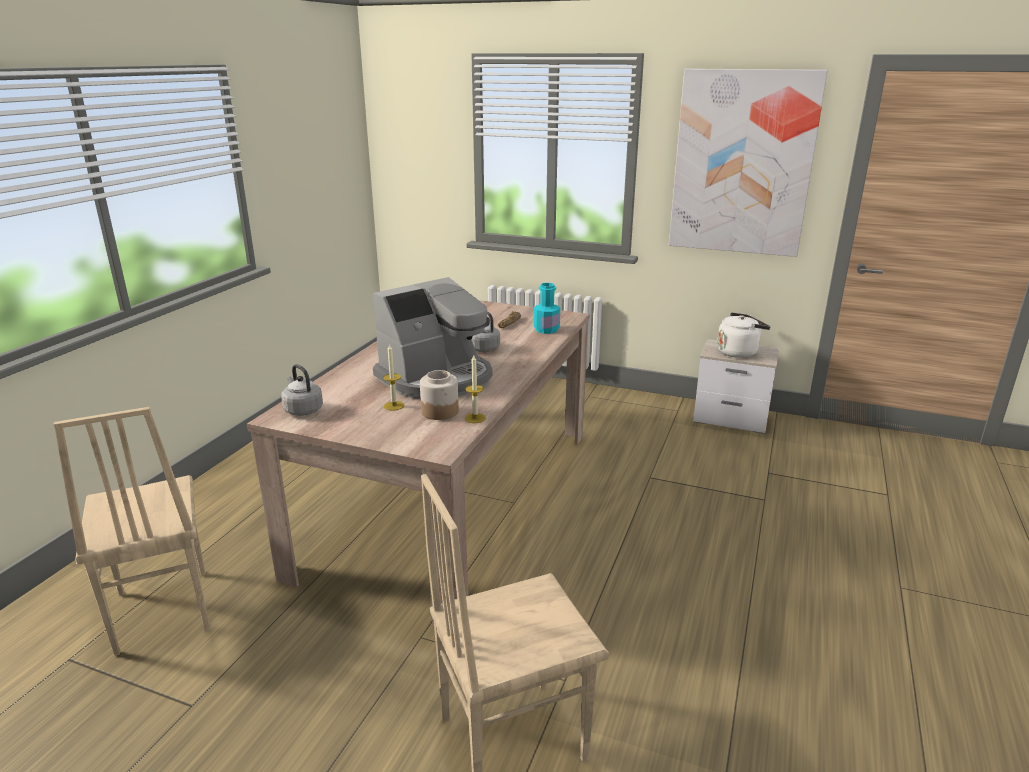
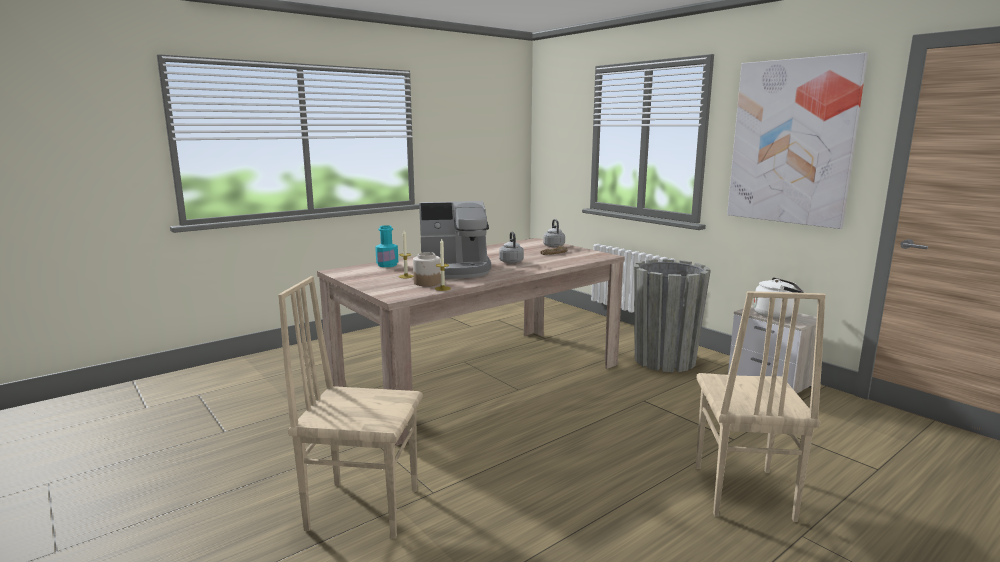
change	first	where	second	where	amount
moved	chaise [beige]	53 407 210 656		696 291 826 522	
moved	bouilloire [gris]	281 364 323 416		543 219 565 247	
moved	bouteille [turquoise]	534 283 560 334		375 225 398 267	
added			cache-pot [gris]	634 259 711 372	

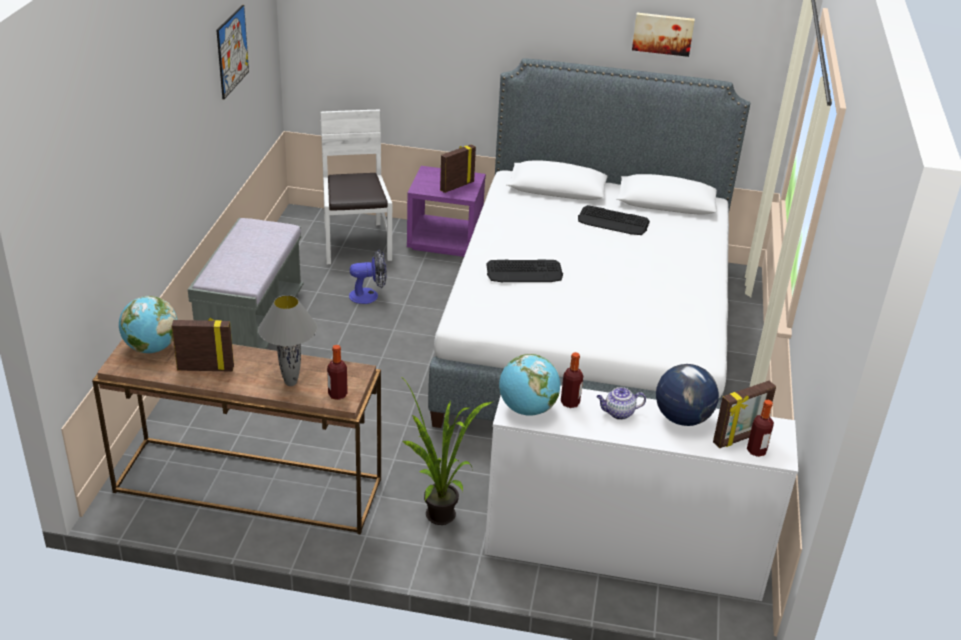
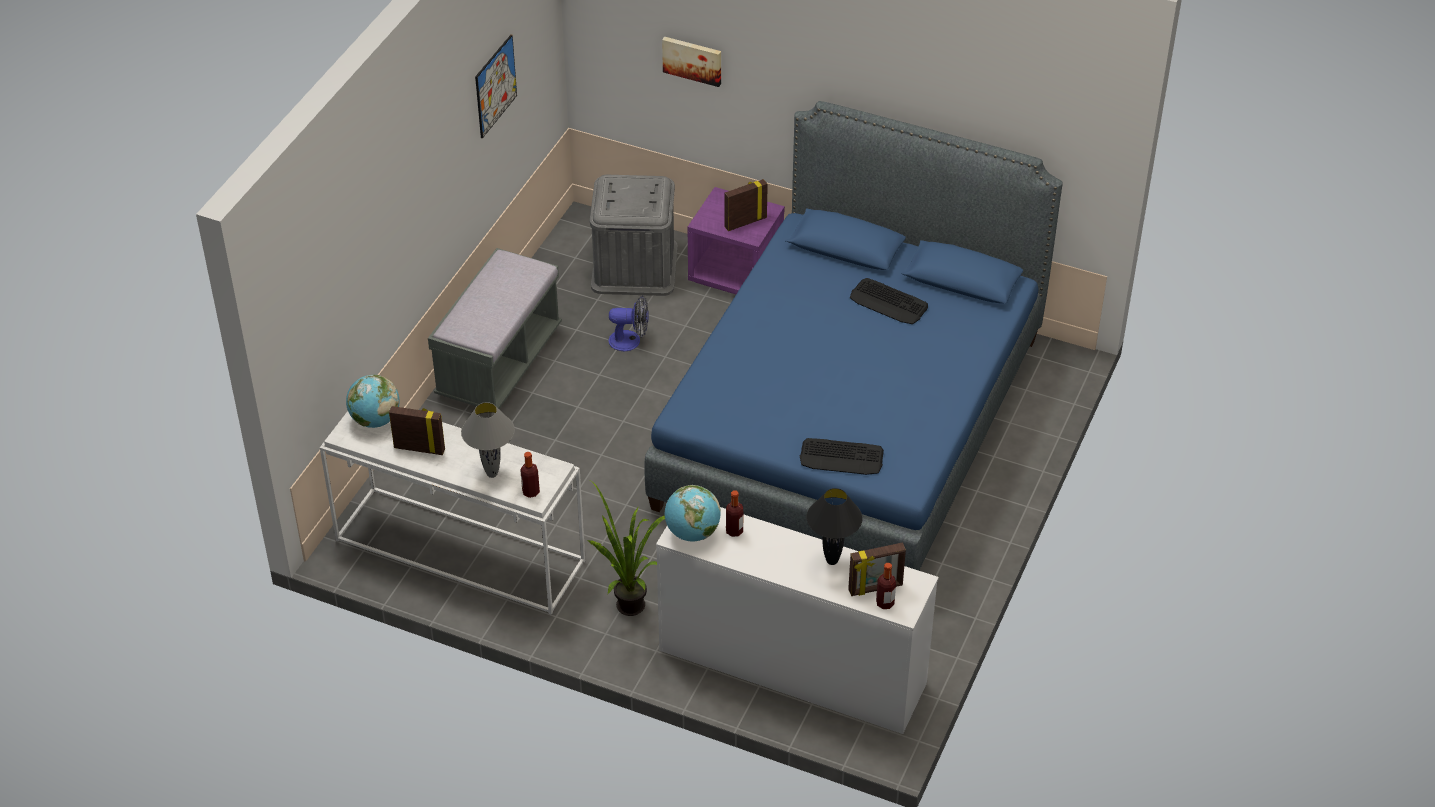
change	first	where	second	where	amount
recoloured	table console [marron]	92 339 381 535	table console [blanc]	320 411 585 615	
replaced	chaise [blanc]	321 110 392 264	boîte de rangement [gris]	590 175 678 296	
recoloured	lit [blanc]	428 58 750 428	lit [bleu]	644 101 1063 571	
moved	clavier	486 259 563 283		800 438 884 475	
removed	théière	596 387 646 420			
moved	tableau	632 13 695 57		662 37 721 87	
replaced	globe	656 364 719 426	lampe de table [noir]	807 488 862 565	

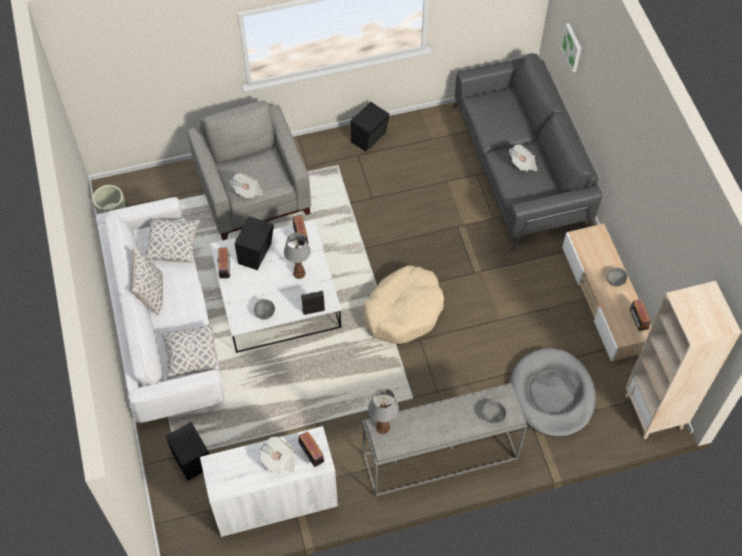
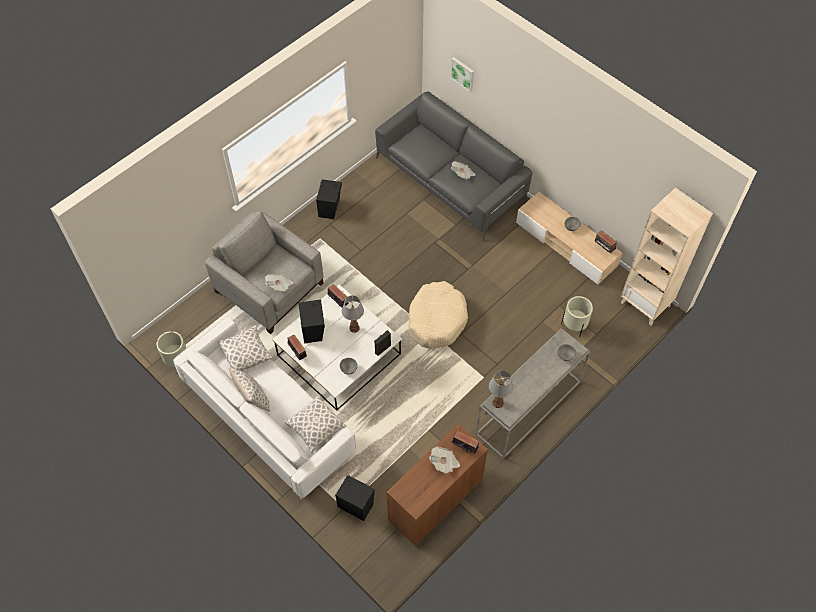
change	first	where	second	where	amount
recoloured	meuble de rangement [blanc]	200 426 338 537	meuble de rangement [marron]	387 423 488 547	
replaced	panier pour chien [gris]	510 348 596 437	cache-pot [beige]	561 296 593 338	

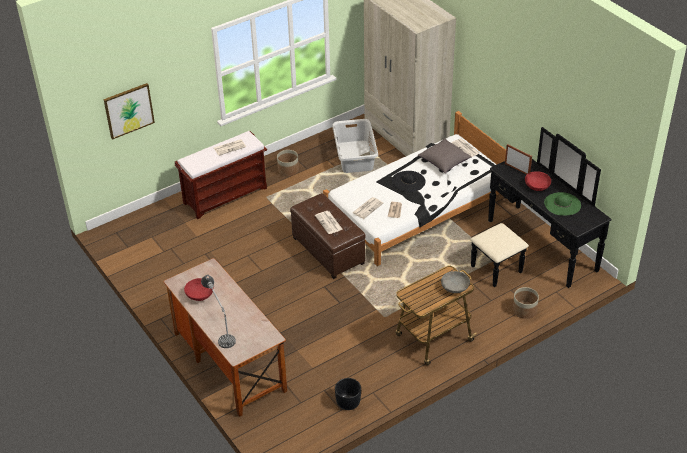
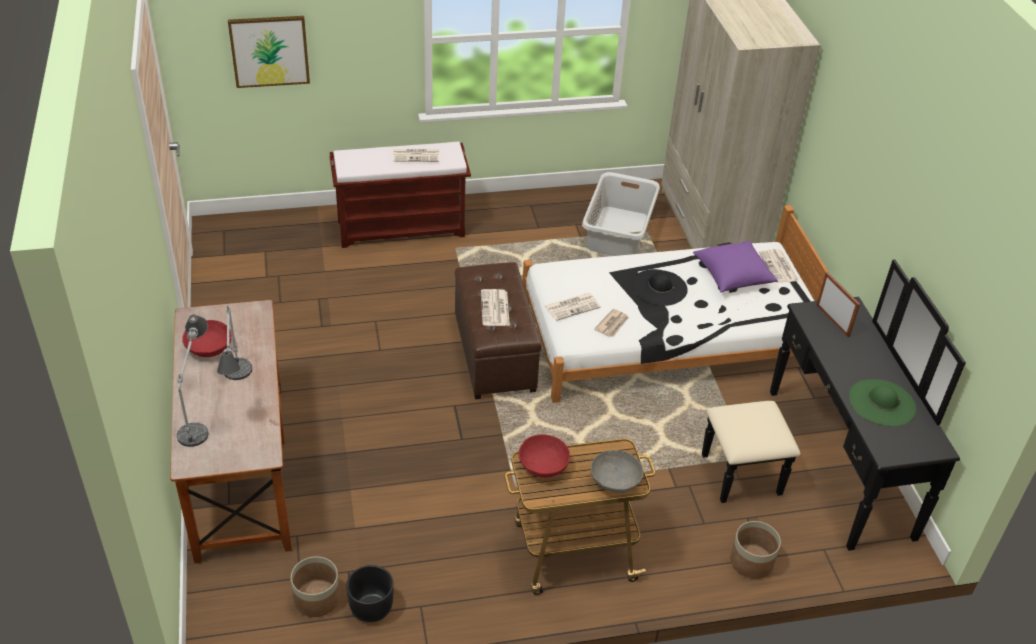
change	first	where	second	where	amount
moved	cache-pot	277 150 299 176		291 556 340 617	
recoloured	coussin [gris]	418 139 471 173	coussin [violet]	693 241 778 292	
moved	bol [rouge]	525 171 551 191		518 434 570 478	
added			lampe de table	217 305 252 380	

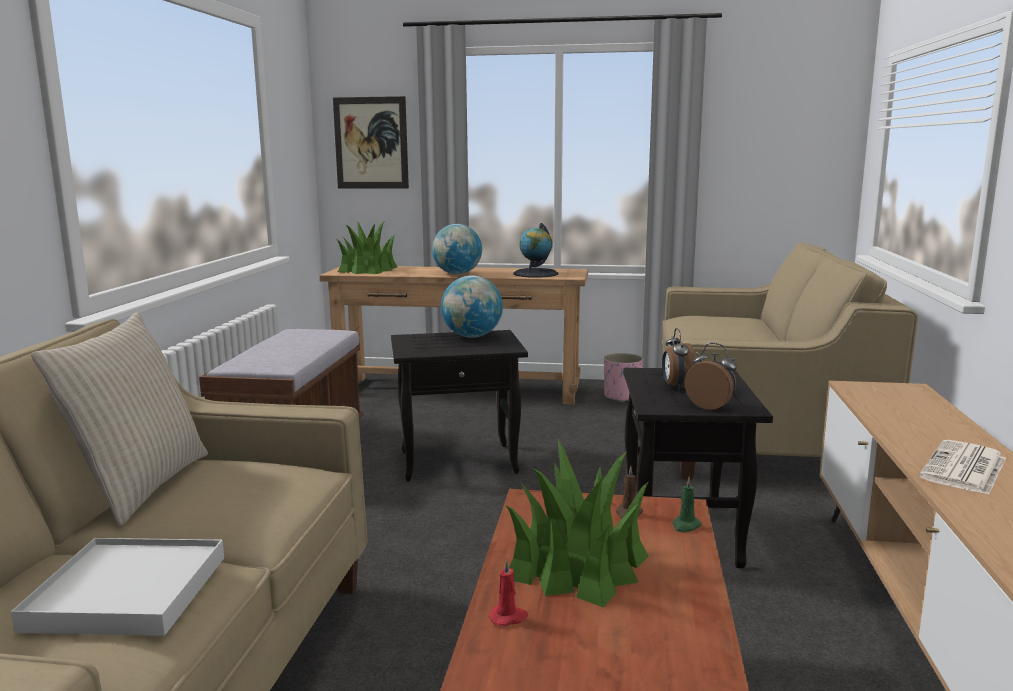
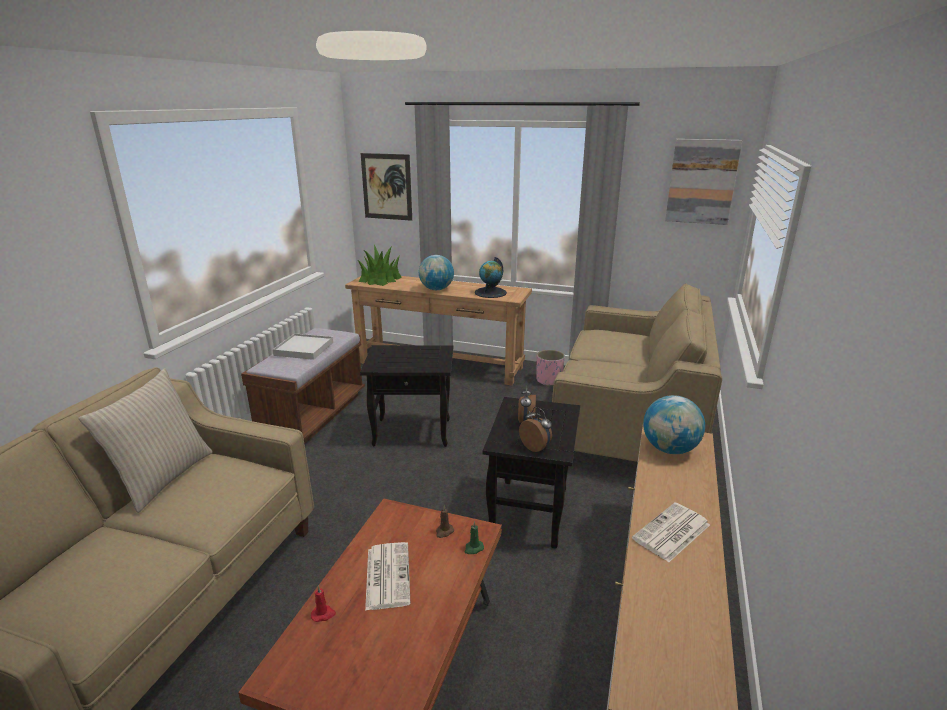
change	first	where	second	where	amount
moved	plateau [blanc]	10 538 224 636		272 333 333 360	
moved	globe	441 275 503 338		643 395 705 454	
replaced	plante en pot	505 440 649 607	journal	365 542 411 611	
added			tableau	665 139 742 225	

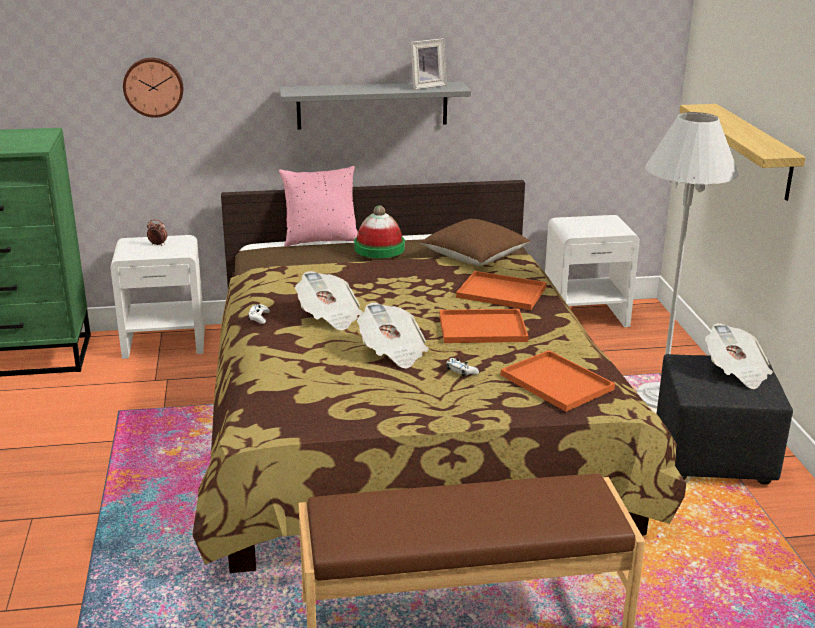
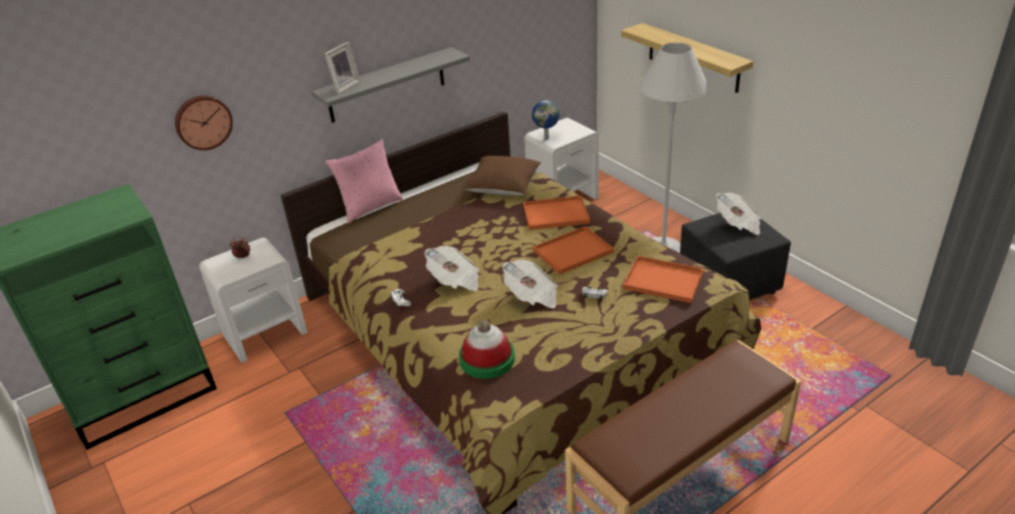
change	first	where	second	where	amount
moved	chapeau	354 205 405 258		459 320 515 379	
moved	cadre photo	411 38 447 90		324 42 360 94	
added			globe	532 100 560 140	

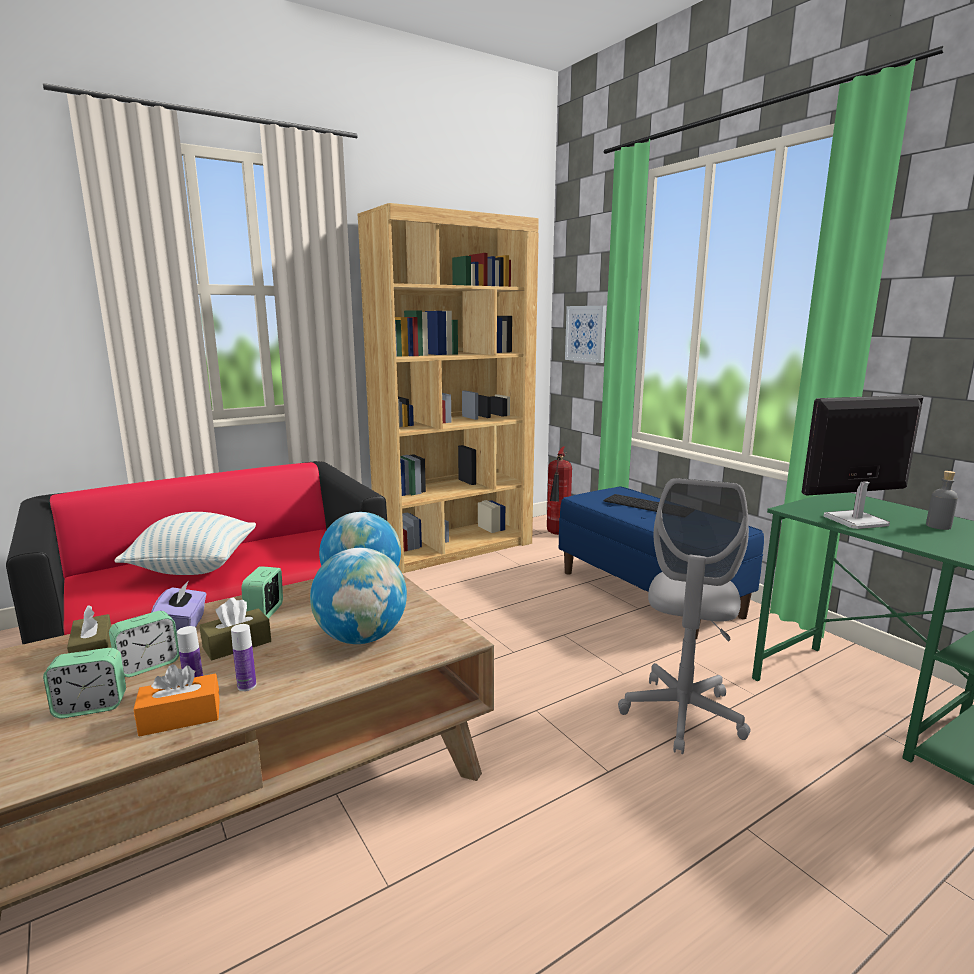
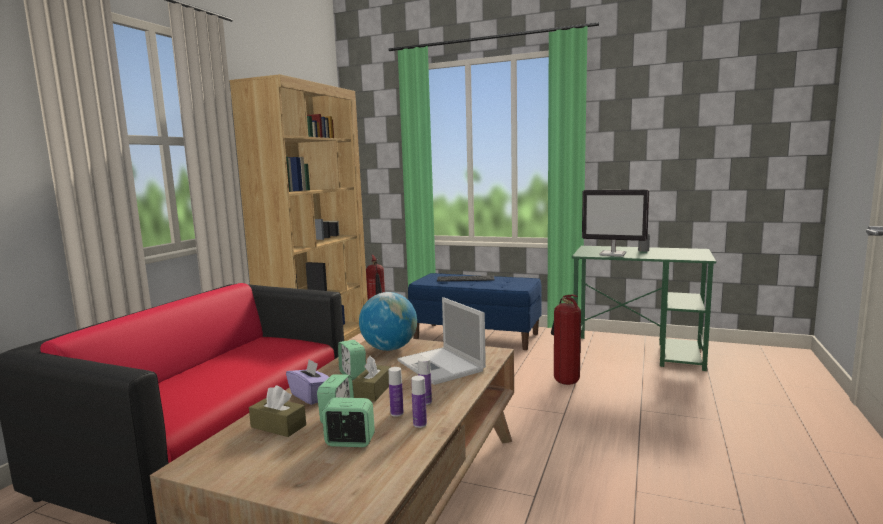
change	first	where	second	where	amount
turned	réveil	43 648 126 718		322 397 375 447	120 degrees counterclockwise
removed	coussin	115 512 256 575			
replaced	boîte à mouchoirs [orange]	134 664 220 737	bouteille	411 375 427 428	
replaced	globe	310 548 407 644	ordinateur portable	397 297 486 385	
removed	tableau	565 306 606 363			
replaced	chaise de bureau [gris]	618 478 751 754	extincteur	551 294 581 385	
turned	écran d'ordinateur	802 395 923 529		582 190 649 257	105 degrees counterclockwise

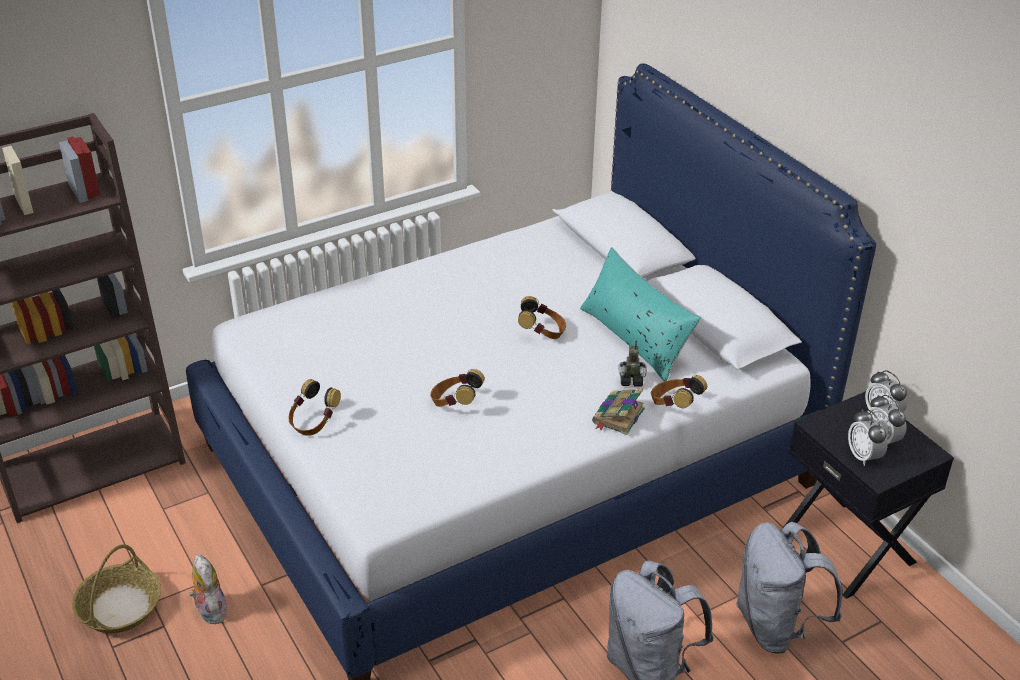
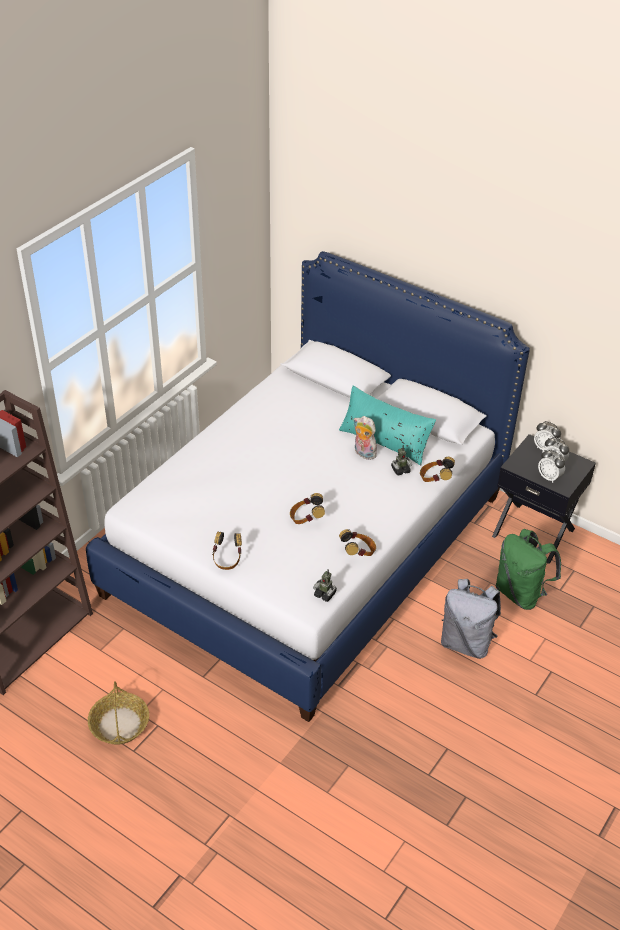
change	first	where	second	where	amount
moved	peluche	189 554 228 624		354 416 377 460	
moved	casque audio	518 296 566 339		339 529 376 556	
removed	livre	592 389 645 435			
recoloured	sac à dos [gris]	736 522 843 654	sac à dos [vert]	495 529 561 610	
added			robot jouet	313 569 337 602	

